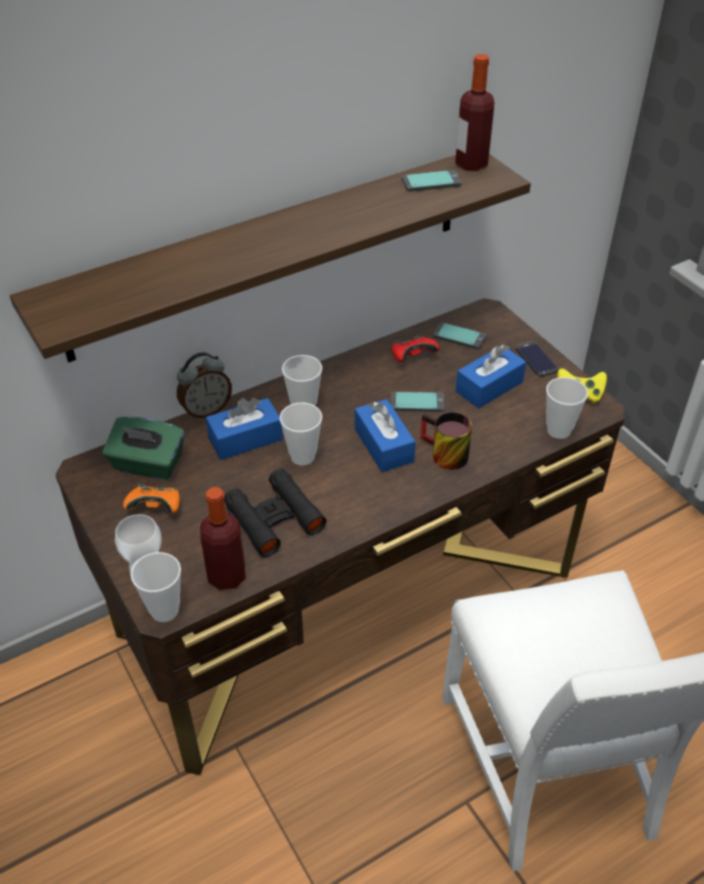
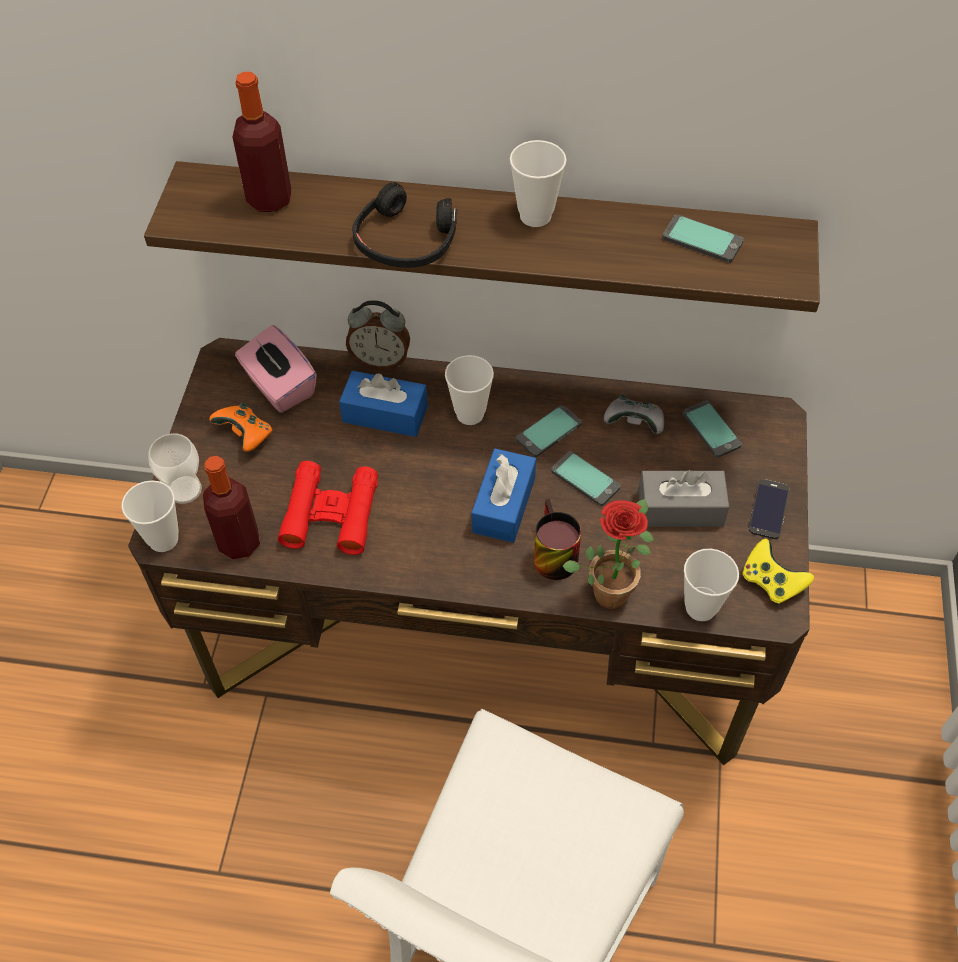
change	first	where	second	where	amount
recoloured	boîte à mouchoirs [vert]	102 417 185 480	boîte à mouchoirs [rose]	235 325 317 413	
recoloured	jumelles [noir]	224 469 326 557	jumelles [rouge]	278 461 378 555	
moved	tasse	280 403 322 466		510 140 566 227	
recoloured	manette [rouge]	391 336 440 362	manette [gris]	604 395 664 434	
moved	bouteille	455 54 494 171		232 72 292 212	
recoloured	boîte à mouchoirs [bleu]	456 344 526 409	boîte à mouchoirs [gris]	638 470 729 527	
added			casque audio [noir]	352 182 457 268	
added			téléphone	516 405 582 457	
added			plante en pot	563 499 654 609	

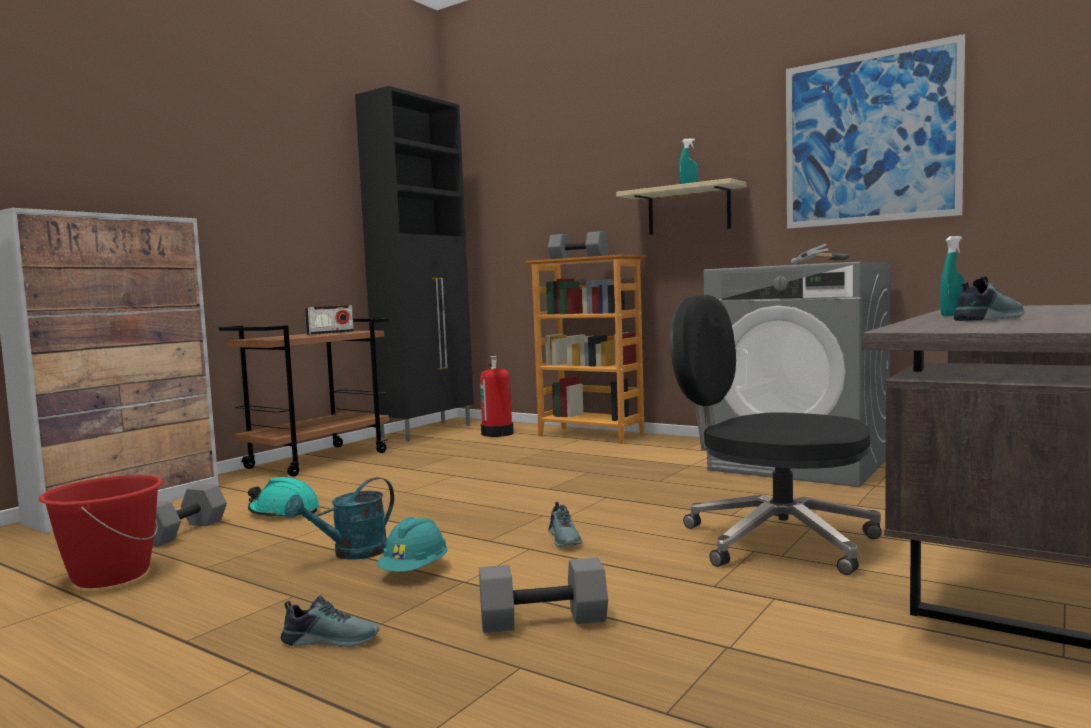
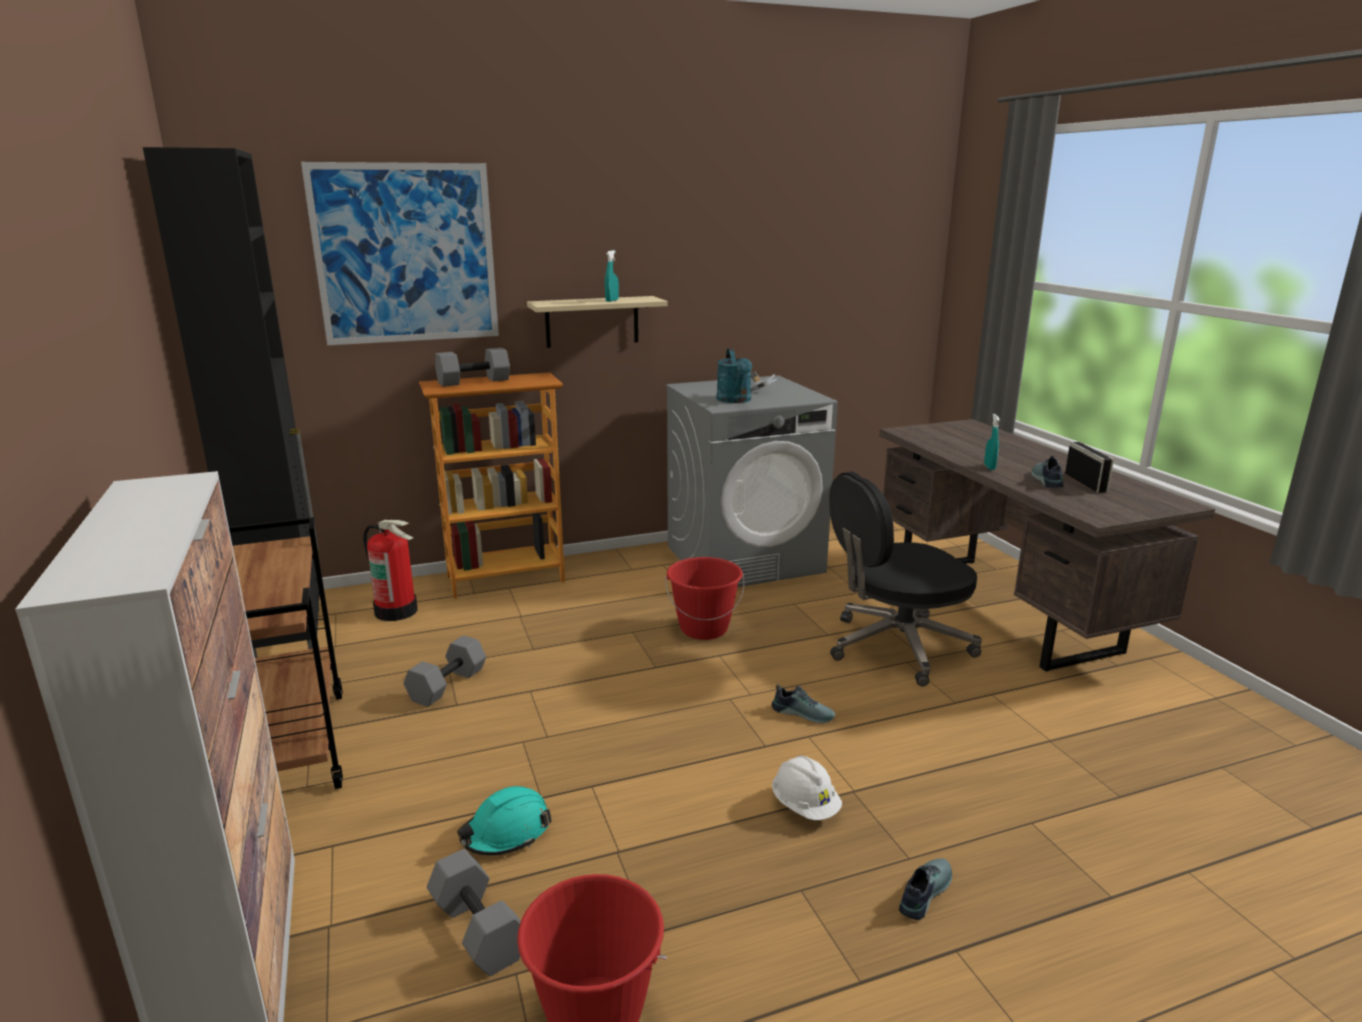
change	first	where	second	where	amount
moved	arrosoir [turquoise]	285 477 394 560		717 348 752 403	
moved	radio	305 305 354 335		1065 442 1114 493	
recoloured	casque de chantier [turquoise]	377 517 448 572	casque de chantier [blanc]	772 756 842 820	
moved	haltère [gris]	479 557 608 633		403 635 486 707	
moved	tableau	786 34 965 229		301 162 499 345	
added			seau [rouge]	665 557 744 640	

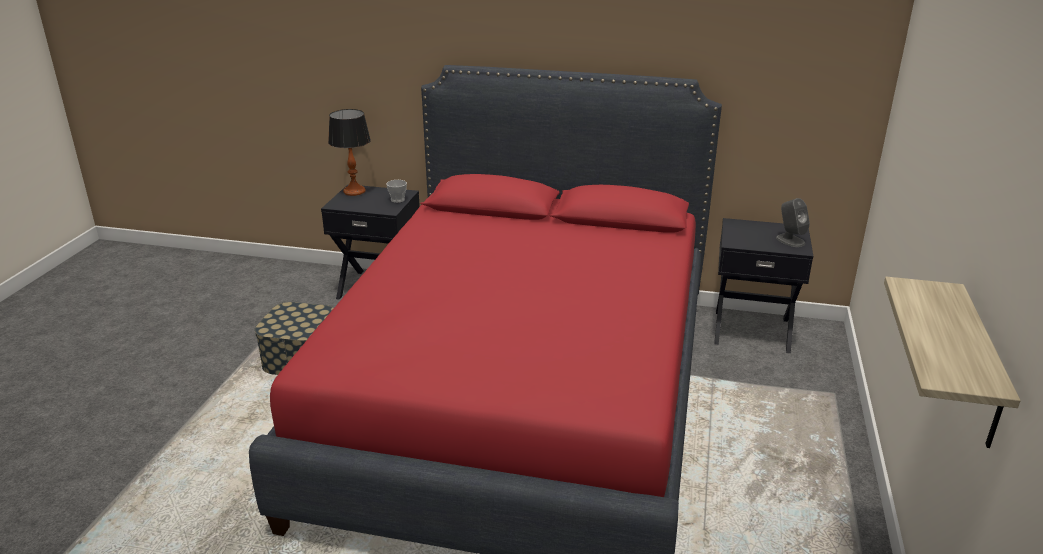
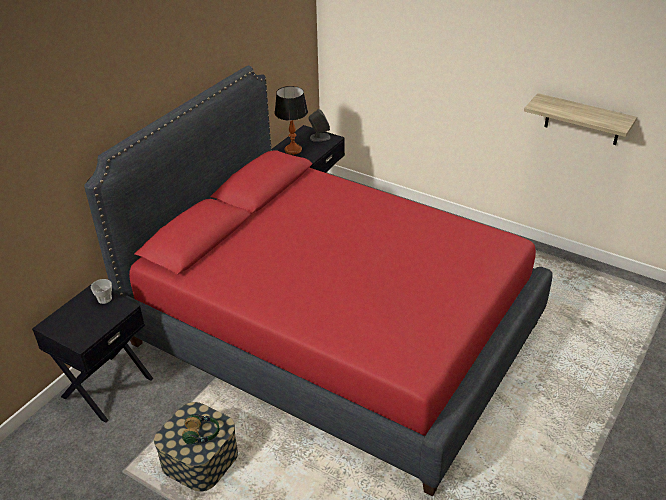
change	first	where	second	where	amount
moved	lampe de table	328 109 371 196		274 86 308 155	
added			casque audio	182 414 219 445	

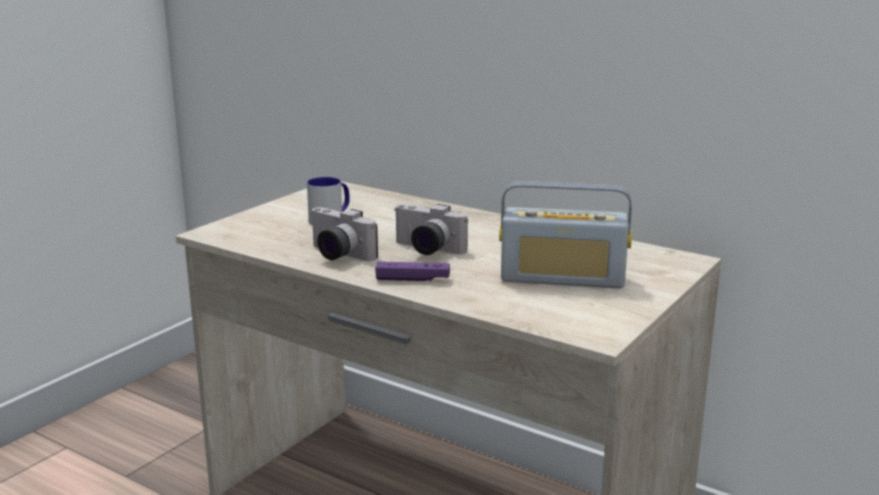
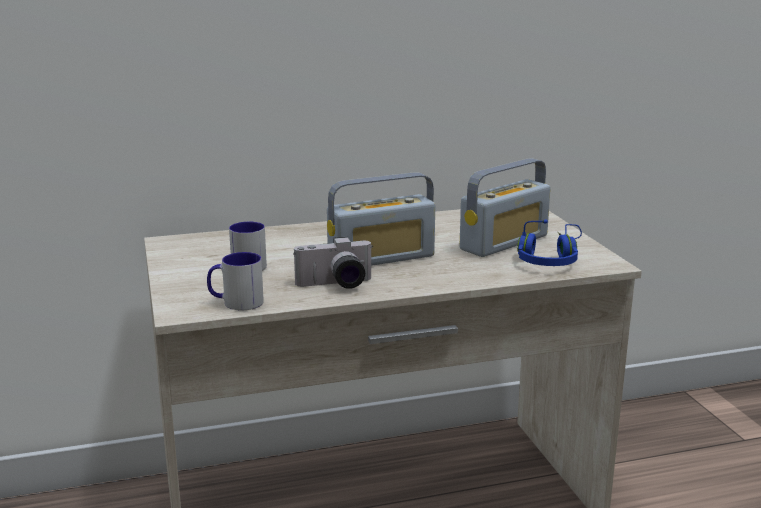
change	first	where	second	where	amount
removed	manette [violet]	375 261 450 281			
replaced	appareil photo	394 204 468 255	radio	327 172 435 266	
added			mug	207 252 264 310	
added			casque audio [bleu]	517 219 582 266	

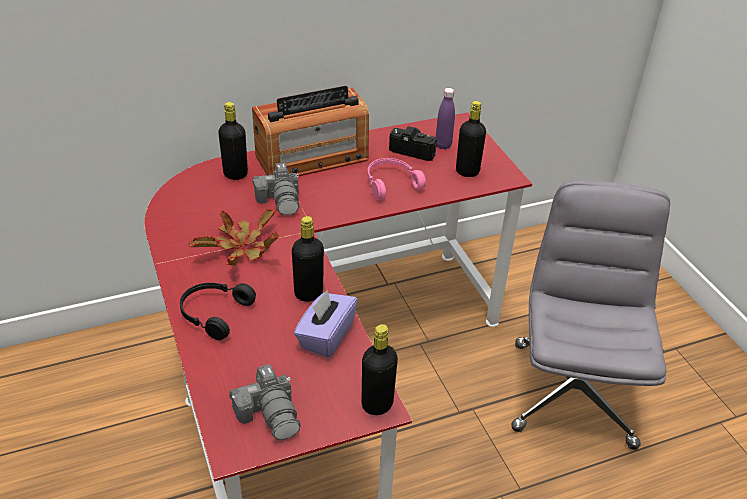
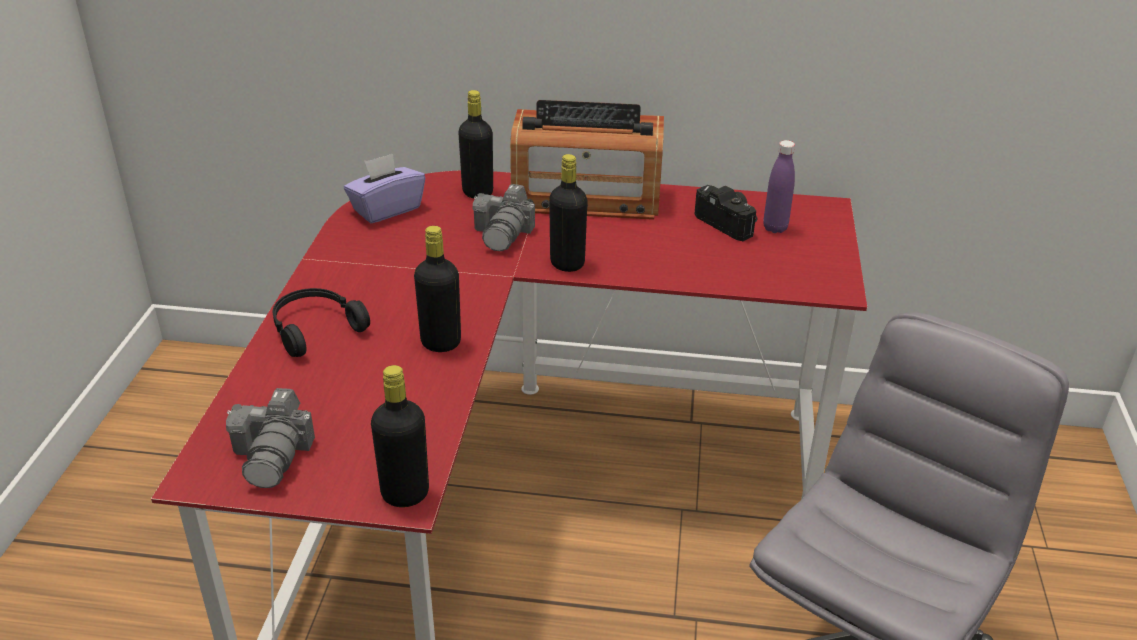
change	first	where	second	where	amount
removed	plante en pot	189 208 279 266			
moved	boîte à mouchoirs [violet]	294 290 358 357		344 153 425 223	
removed	casque audio [rose]	367 158 426 200			
moved	bouteille [noir]	456 101 486 177		549 154 588 272	

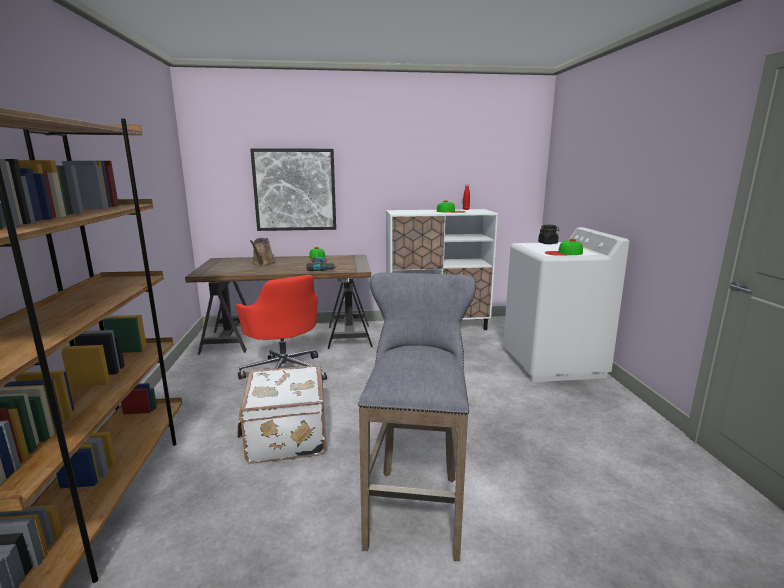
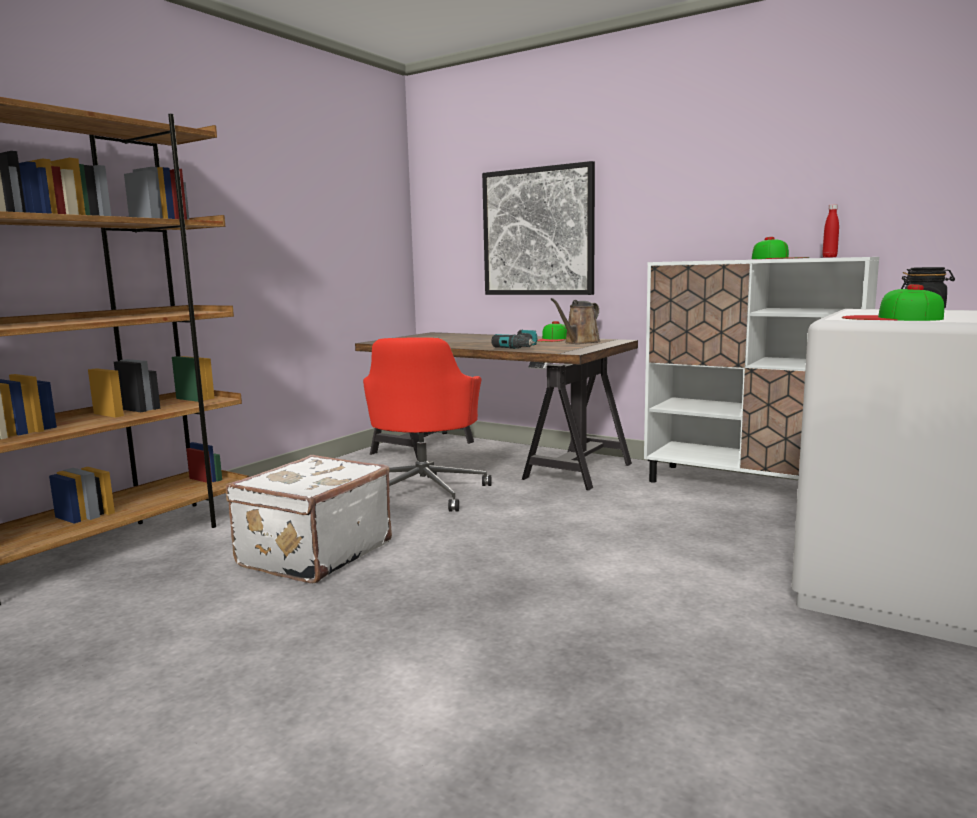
change	first	where	second	where	amount
moved	arrosoir [marron]	250 238 275 266		551 298 601 344	
removed	tabouret [gris]	358 272 476 561			

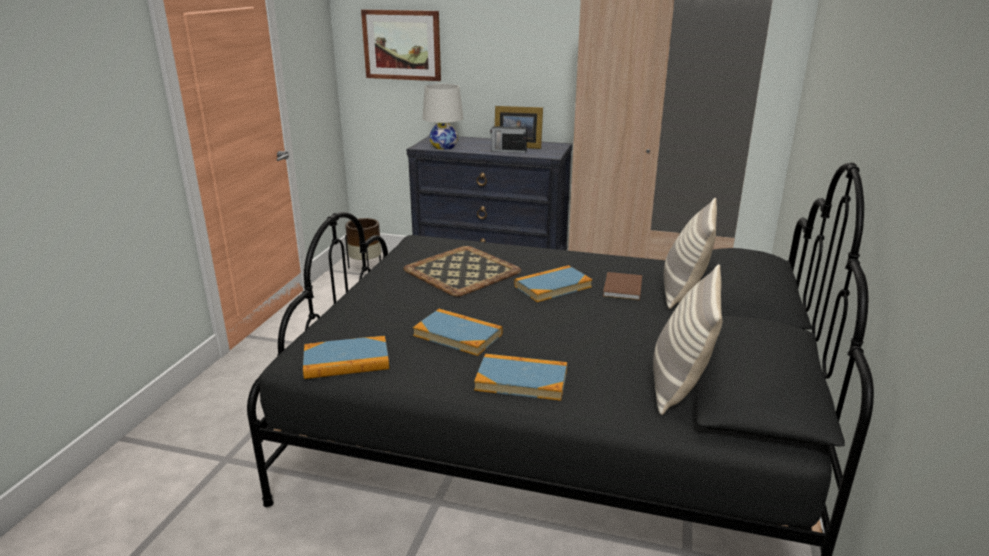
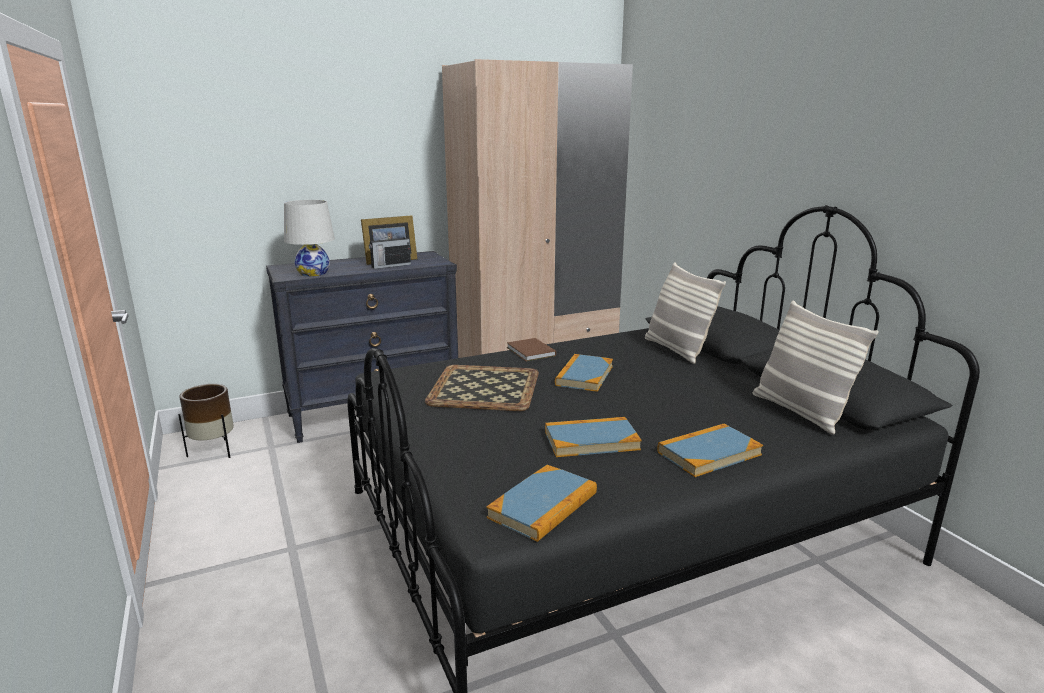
change	first	where	second	where	amount
removed	tableau	361 10 441 81			
moved	livre [marron]	603 272 642 301		507 338 556 362	

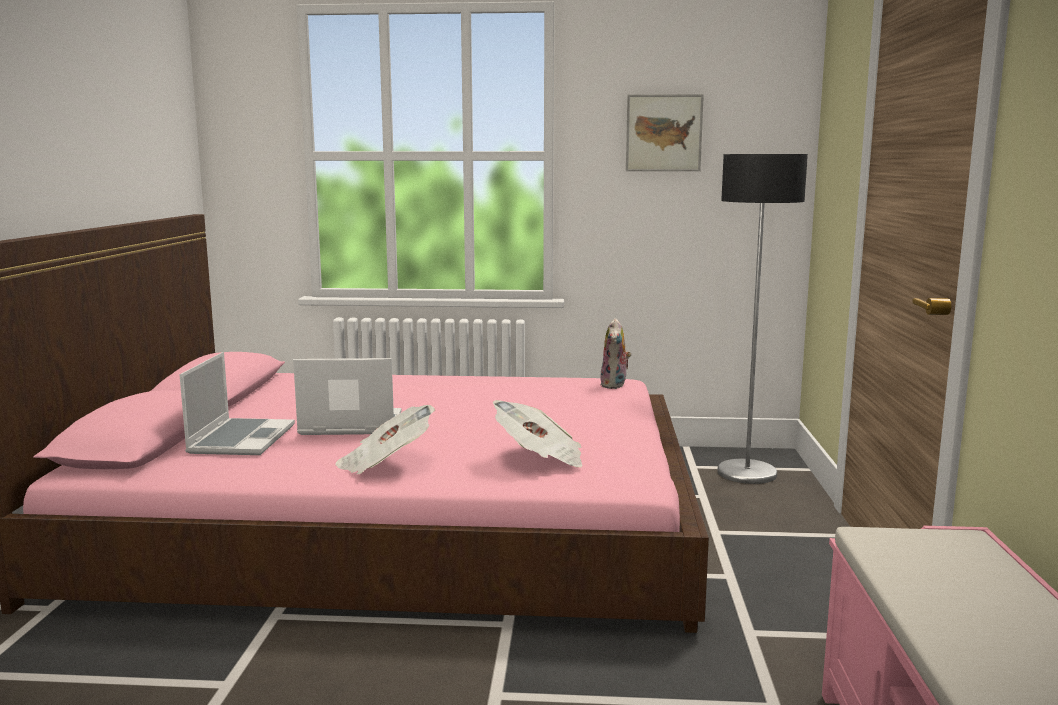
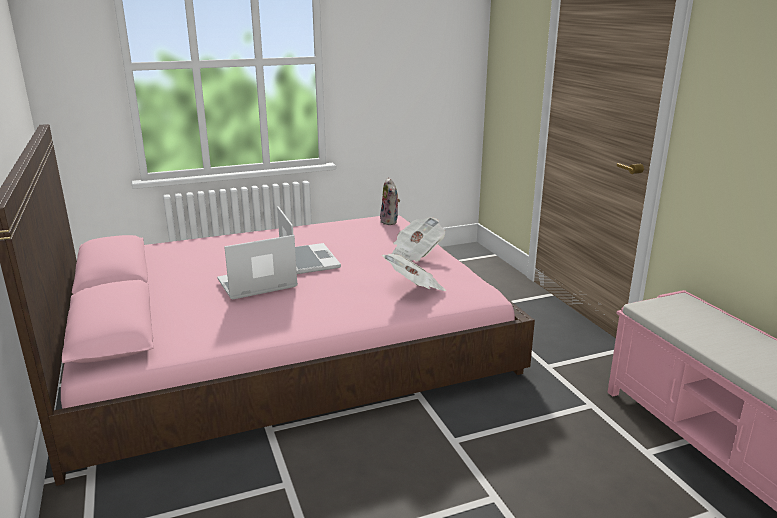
change	first	where	second	where	amount
moved	ordinateur portable	179 352 295 455		277 206 341 274	
moved	journal	335 405 435 474		391 217 445 262	
removed	tableau	626 94 704 171			
removed	lampadaire	717 154 808 484			

